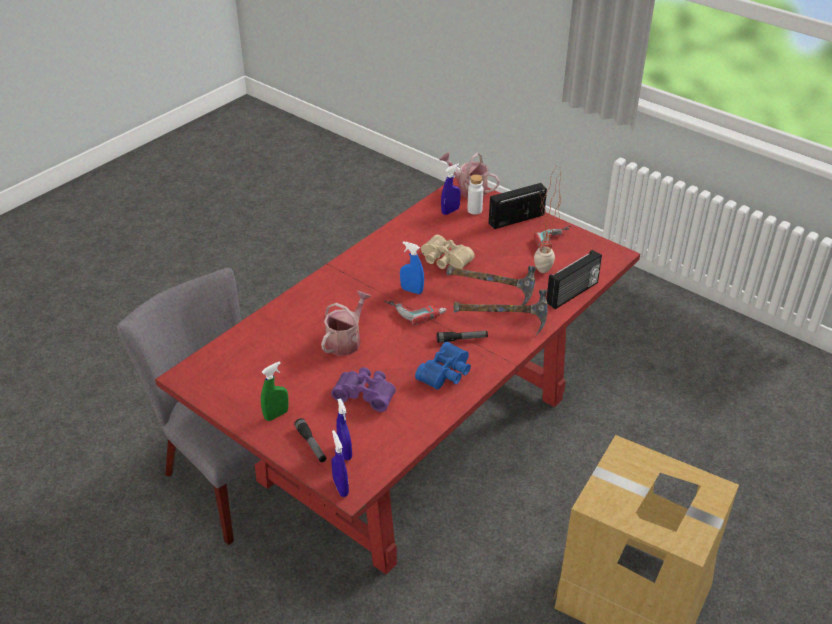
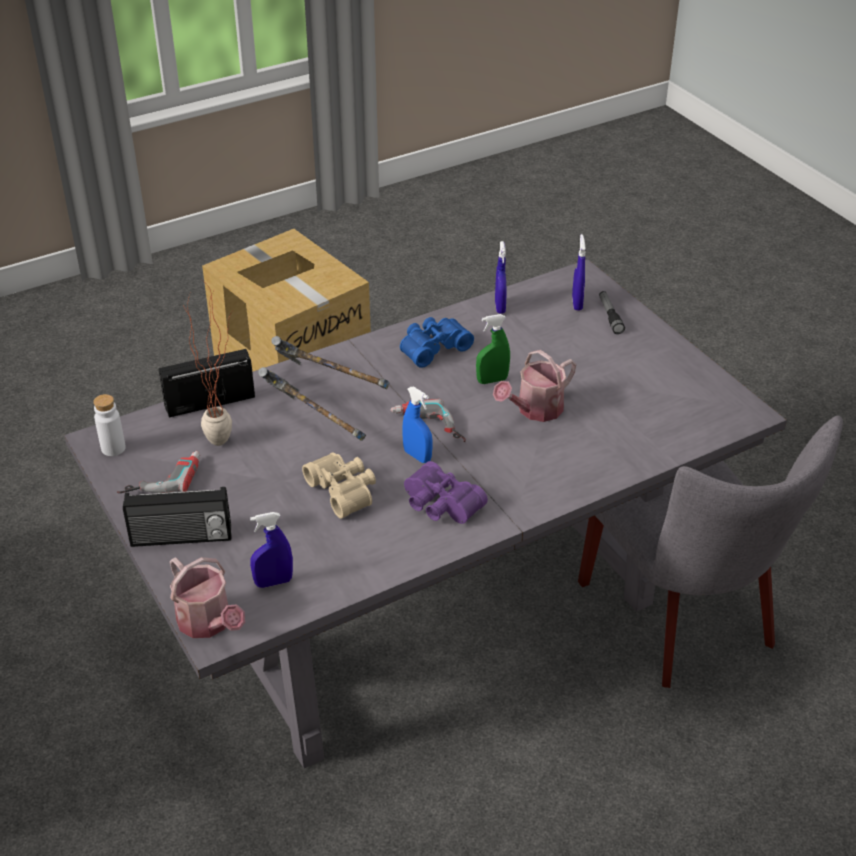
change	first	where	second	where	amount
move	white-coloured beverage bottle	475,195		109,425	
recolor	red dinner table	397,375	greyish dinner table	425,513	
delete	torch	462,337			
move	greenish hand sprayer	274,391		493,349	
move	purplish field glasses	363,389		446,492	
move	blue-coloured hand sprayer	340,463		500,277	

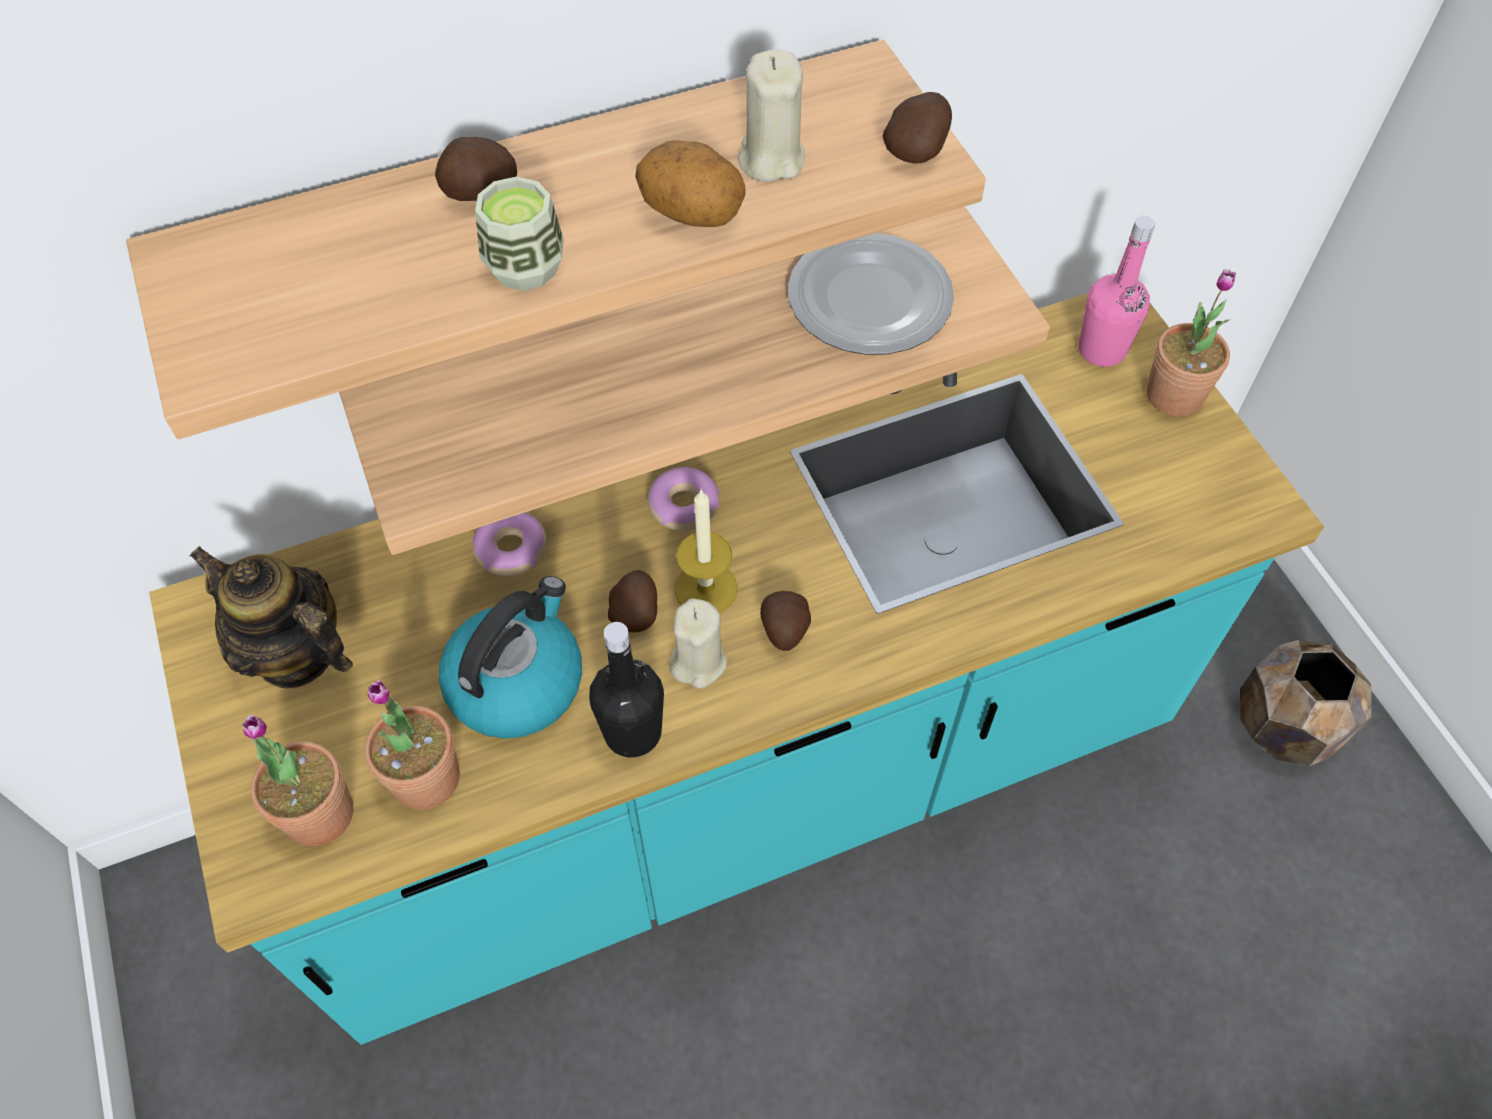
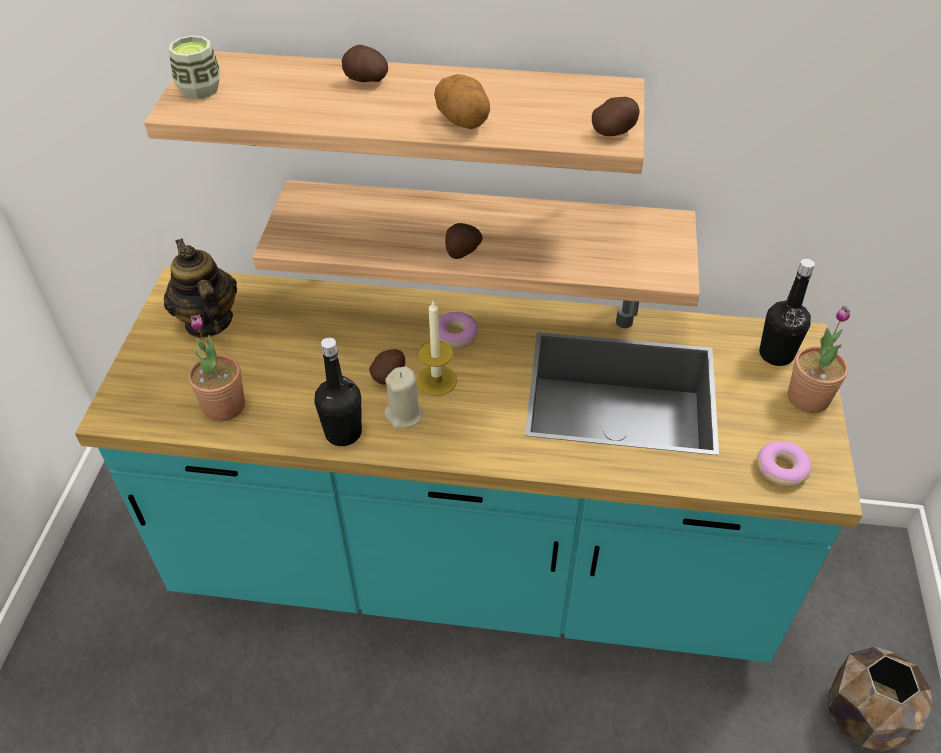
change	first	where	second	where	amount
delete	beige-coloured wax light	771,115			
move	drinking cup	519,234		195,67	
recolor	pinkish beverage bottle	1116,291	black-coloured beverage bottle	787,312	
delete	dinner plate	871,294			
move	ring doughnut	509,544		784,464	
delete	kettle	510,657			
move	potato	785,621		464,241	
delete	plant in a pot	297,780			

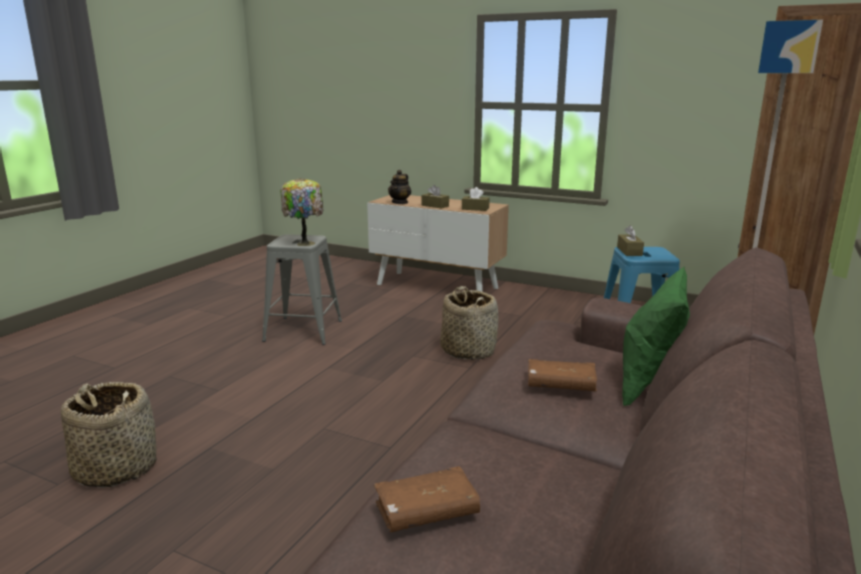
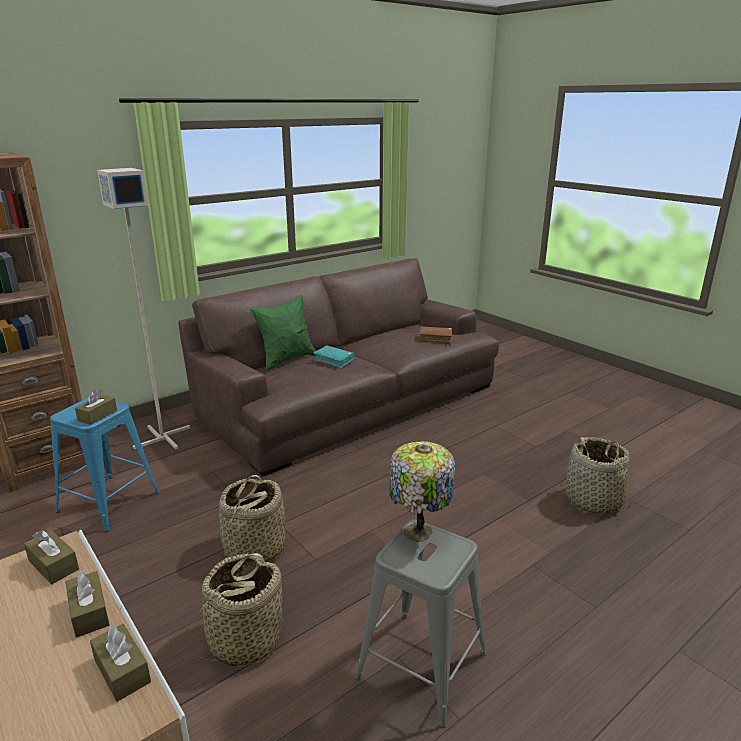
change	first	where	second	where	amount
replace	teapot	399,187	brown box of tissues	120,663	
recolor	brown bound book	562,375	blue-green bound book	334,357	
insert			household basket	236,609	

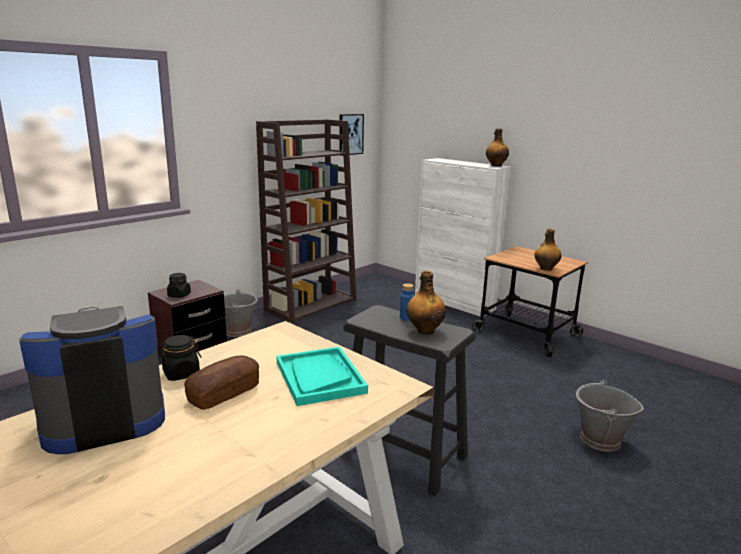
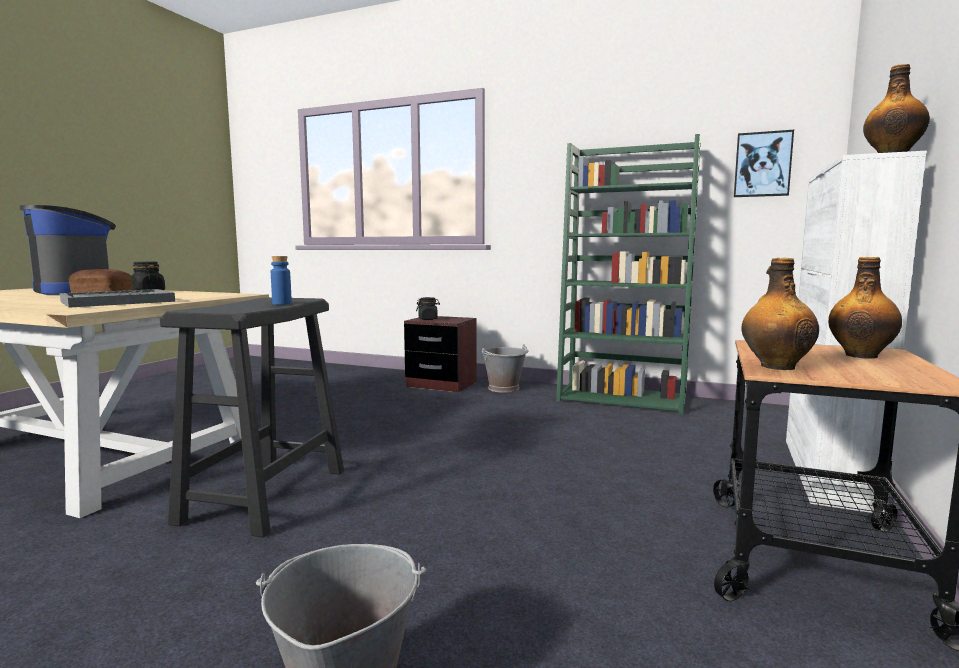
change	first	where	second	where	amount
recolor	brown bookshelf	306,221	greenish bookshelf	628,274	
move	beverage bottle	426,303		865,308	
recolor	blue-green serving tray	322,376	greyish serving tray	117,298	

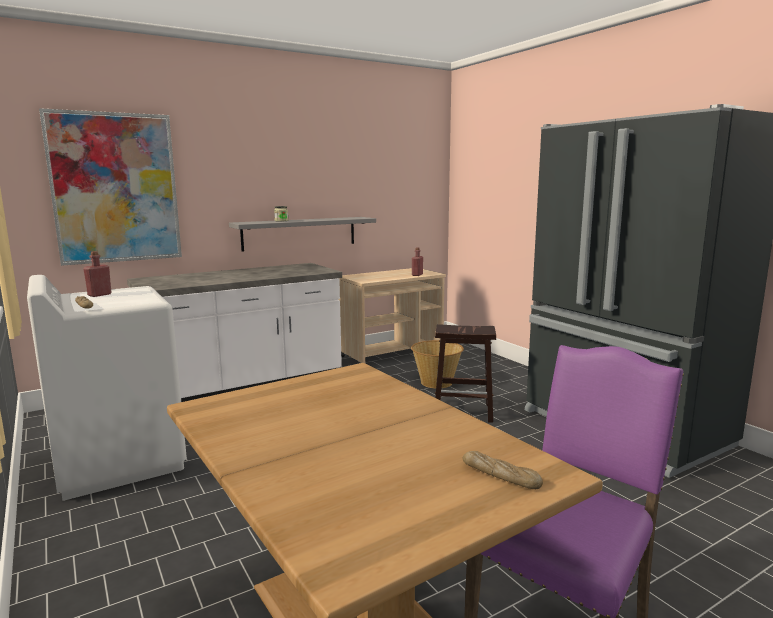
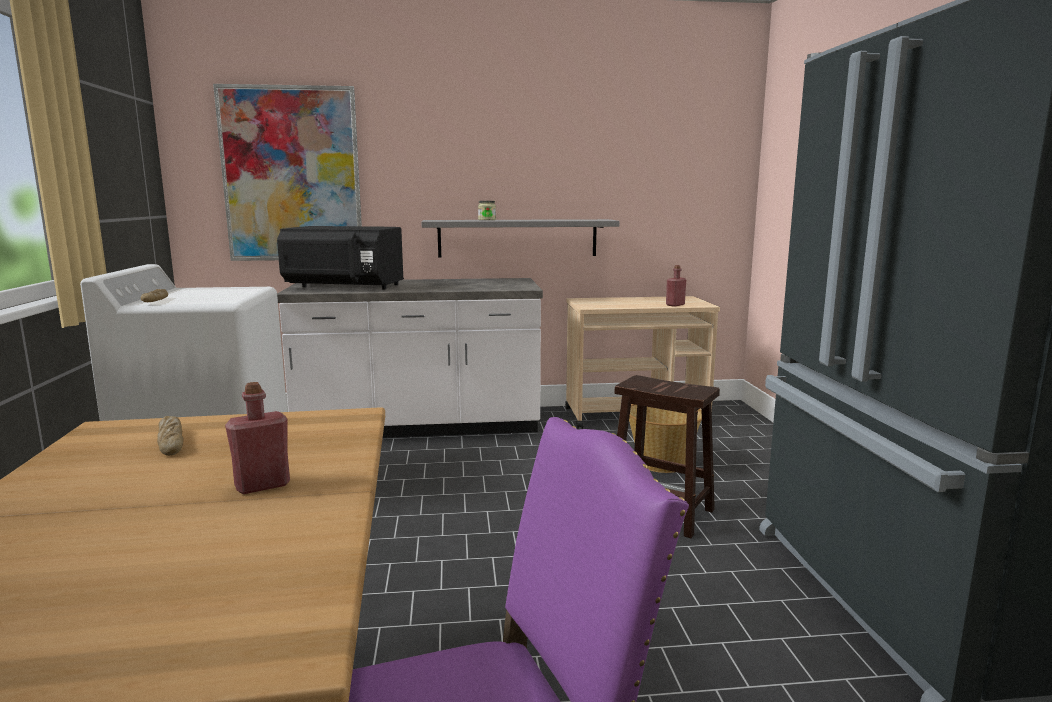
change	first	where	second	where	amount
move	red beverage bottle	97,274		257,438	
move	baked bread	503,470		170,436	
insert			black-coloured microwave	340,257	

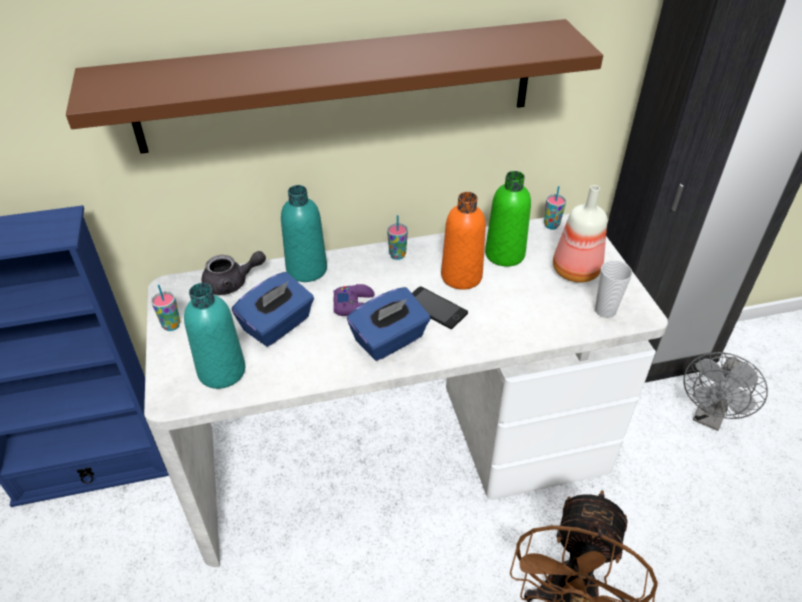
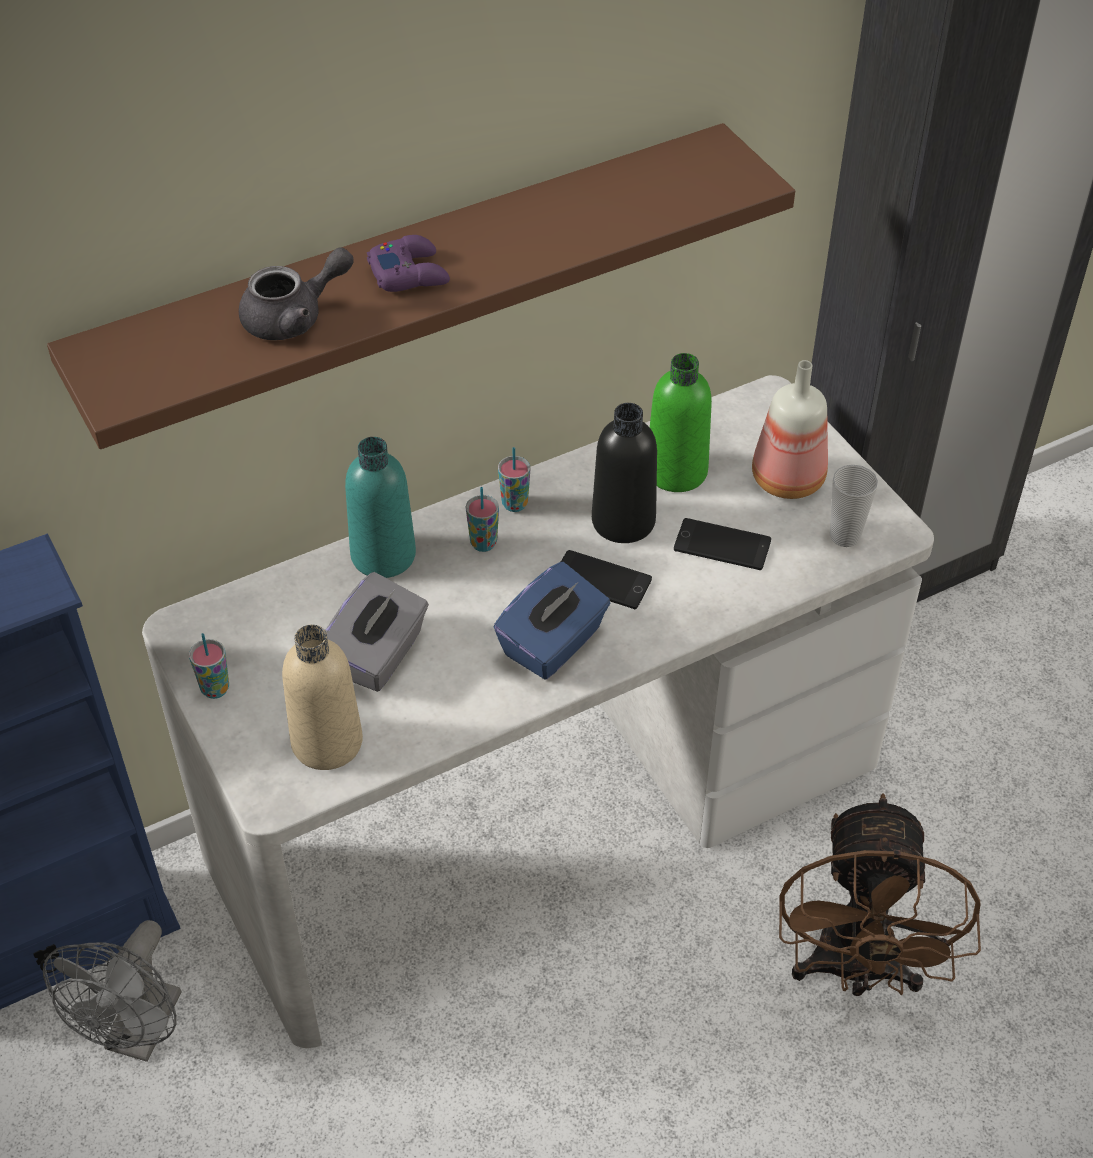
change	first	where	second	where	amount
move	drinking cup	555,208		482,519	
recolor	orangey beverage bottle	463,241	black-coloured beverage bottle	624,473	
move	greyish teapot	234,273		296,294	
recolor	blue-coloured box of tissues	273,309	greyish box of tissues	377,632	
recolor	blue-green beverage bottle	215,336	beige-coloured beverage bottle	322,697	
move	purplish gamepad	354,300		408,263	
move	greyish fan	725,391		112,991	
insert			telephone	722,544	

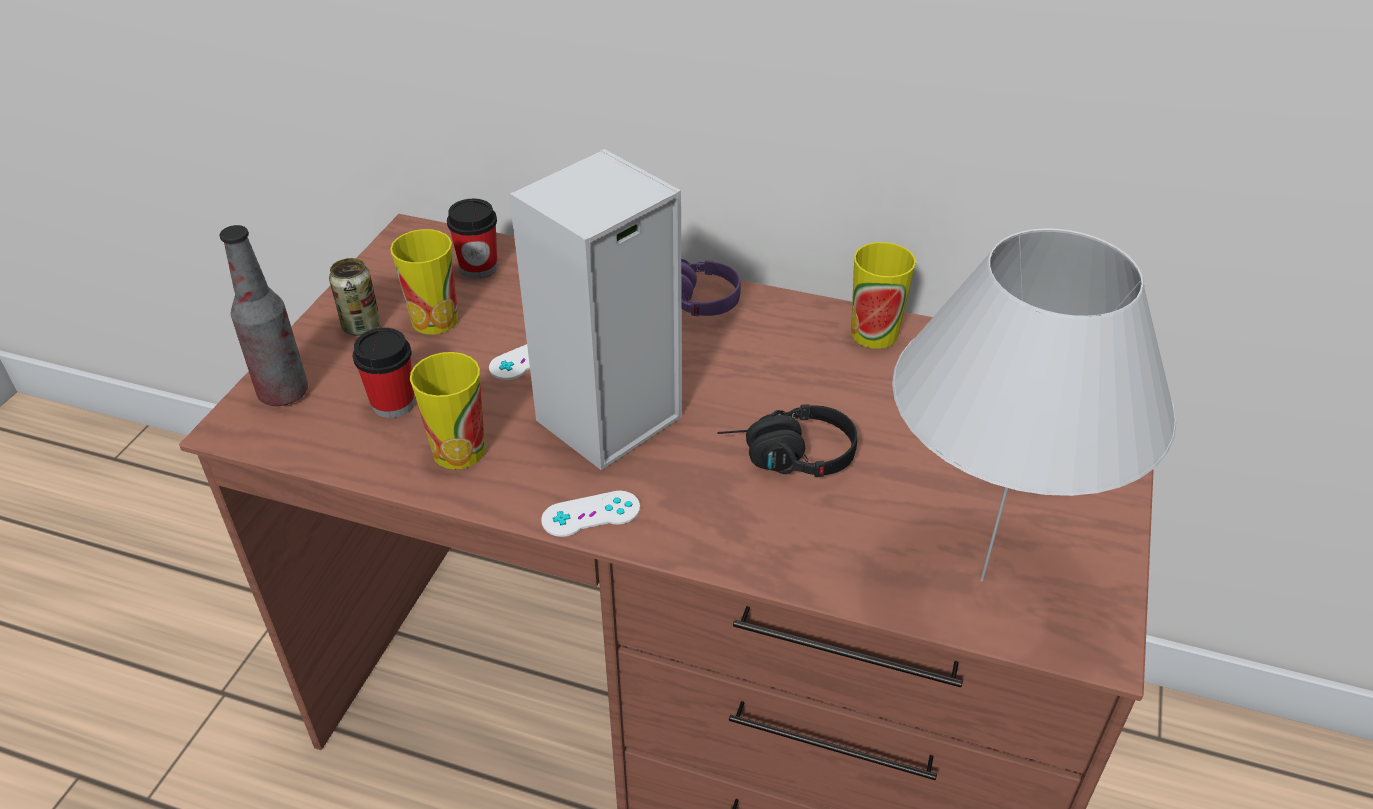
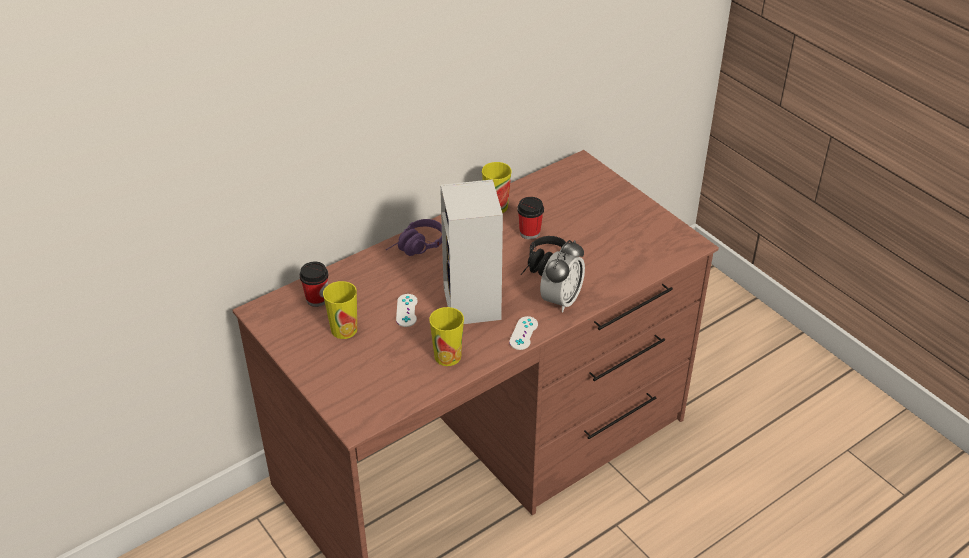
change	first	where	second	where	amount
delete	beverage bottle	264,315			
delete	white-coloured lamp for a table	1034,405			
delete	can	354,296			
move	drinking cup	384,373		530,218	
insert			bedside clock	562,276	

